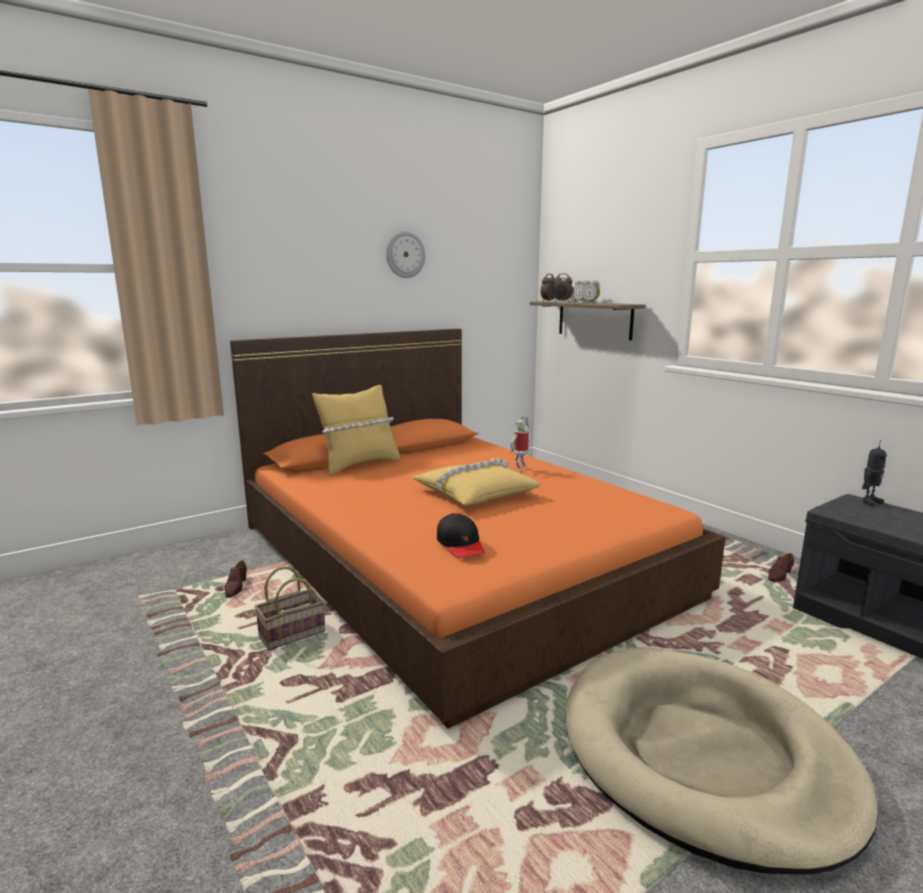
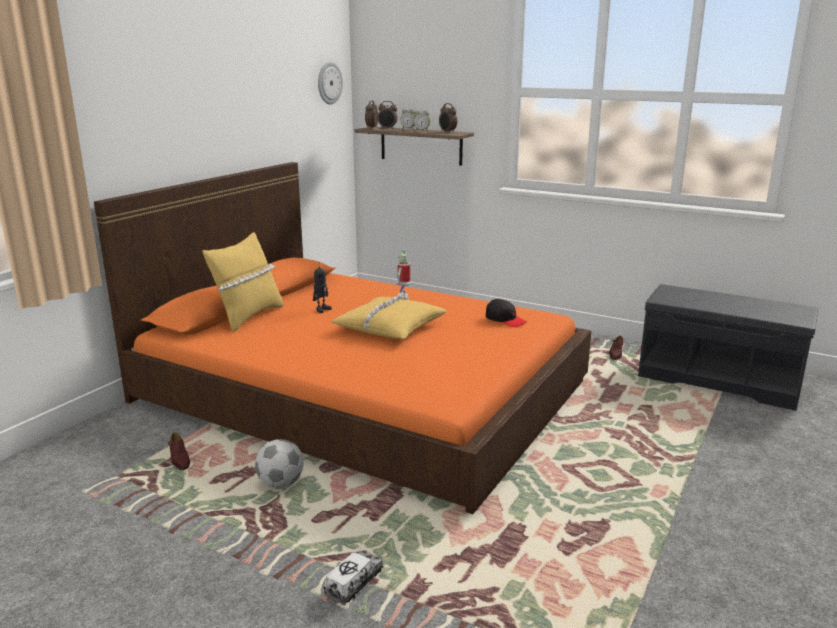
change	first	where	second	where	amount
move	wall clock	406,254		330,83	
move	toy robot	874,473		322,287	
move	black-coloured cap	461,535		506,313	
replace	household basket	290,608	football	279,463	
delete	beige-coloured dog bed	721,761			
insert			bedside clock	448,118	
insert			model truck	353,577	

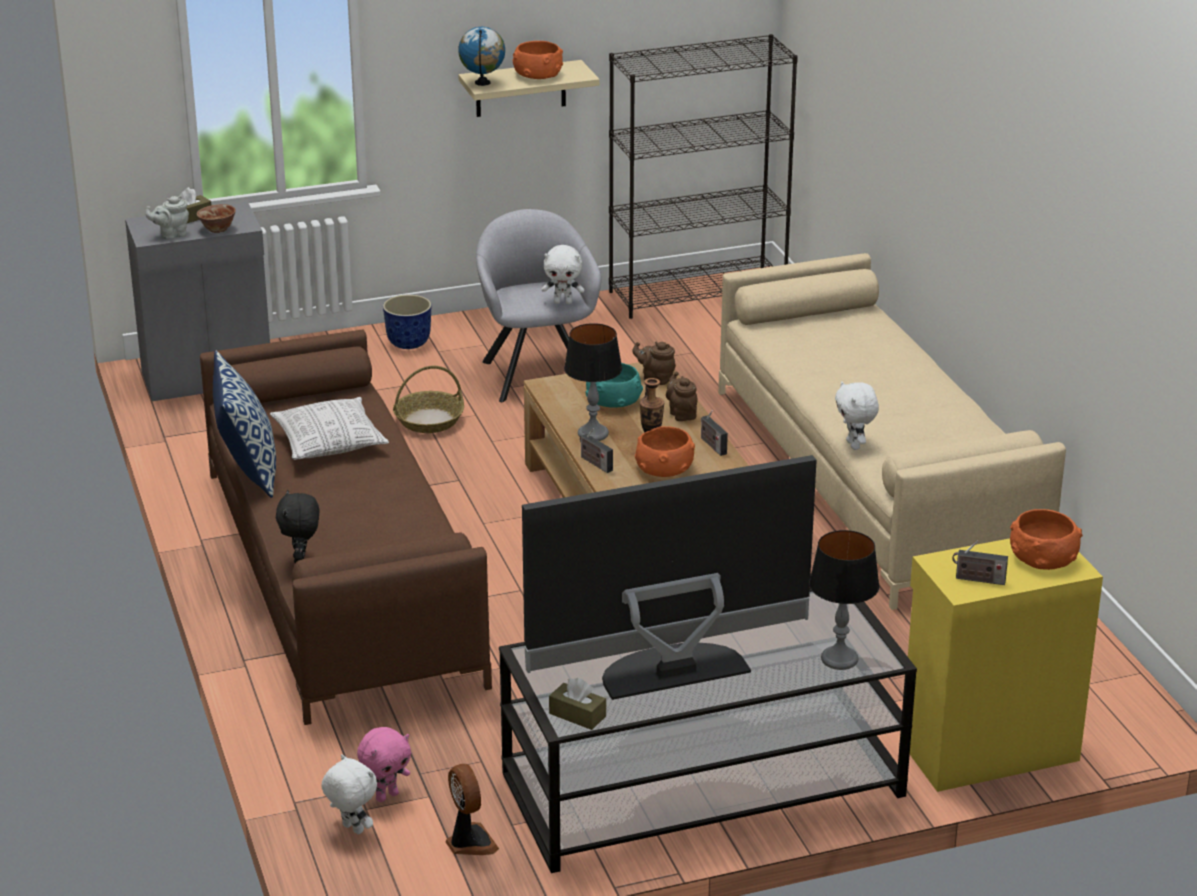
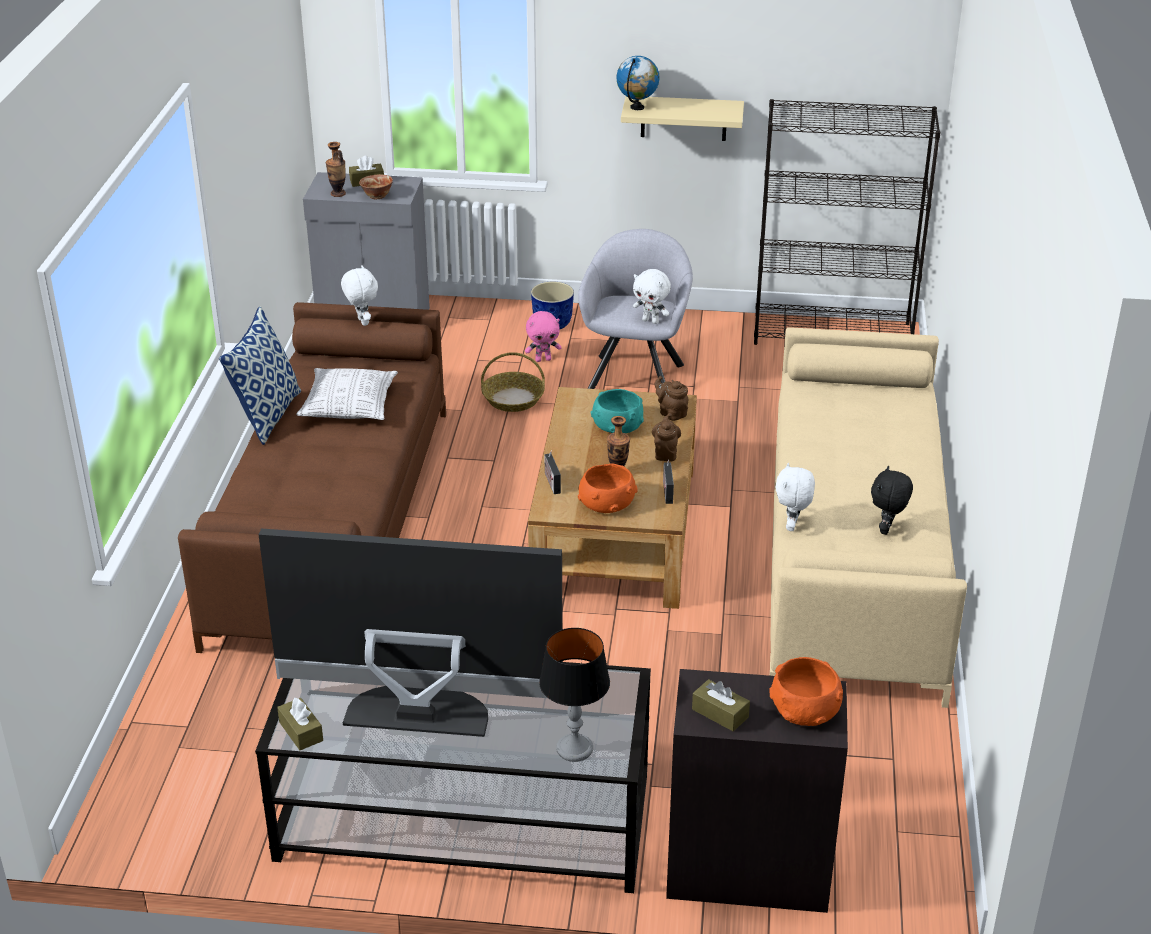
change	first	where	second	where	amount
delete	orangey serving bowl	538,60			
replace	greyish teapot	167,218	vase	336,169	
delete	lamp for a table	593,382			
move	black-coloured cuddly toy	297,526		892,500	
recolor	yellow cupboard	1005,665	black-coloured cupboard	757,791	
replace	radio set	980,562	brown box of tissues	721,705	
move	pinkish cuddly toy	384,764		543,336	
move	white-coloured cuddly toy	349,794		359,295	
delete	fan	472,809			

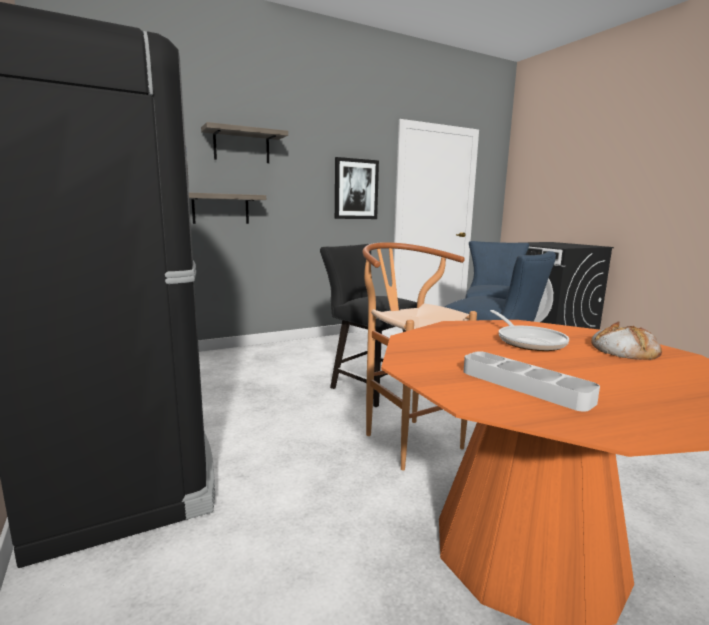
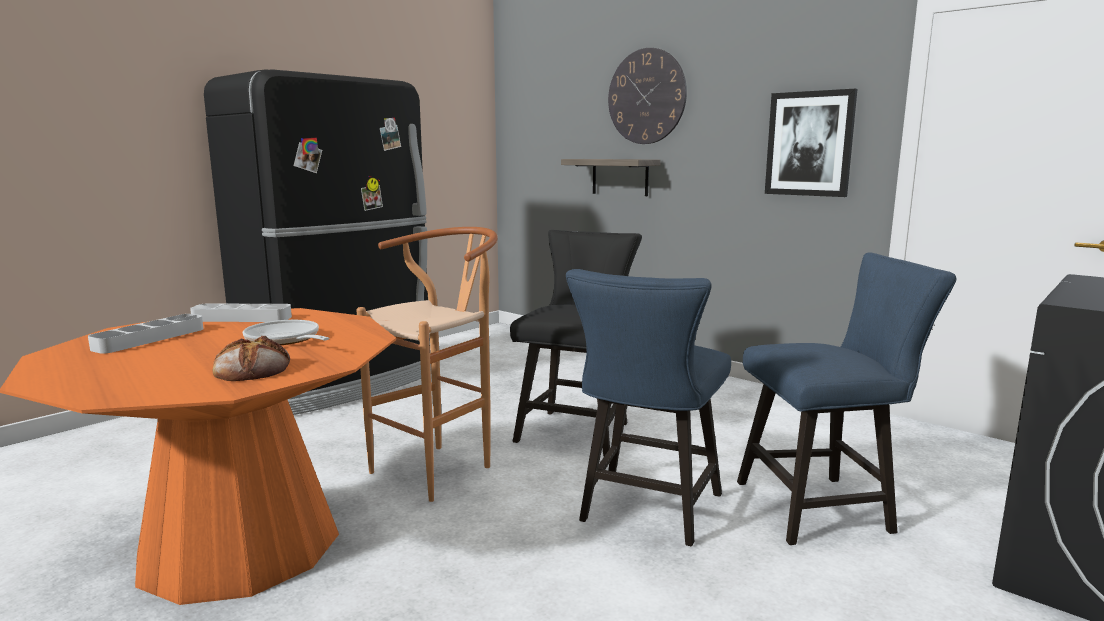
change	first	where	second	where	amount
replace	bracket shelf	244,142	wall clock	647,96	
rotate	skillet	529,330		286,332	75 degrees clockwise
insert			greyish serving tray	241,313	

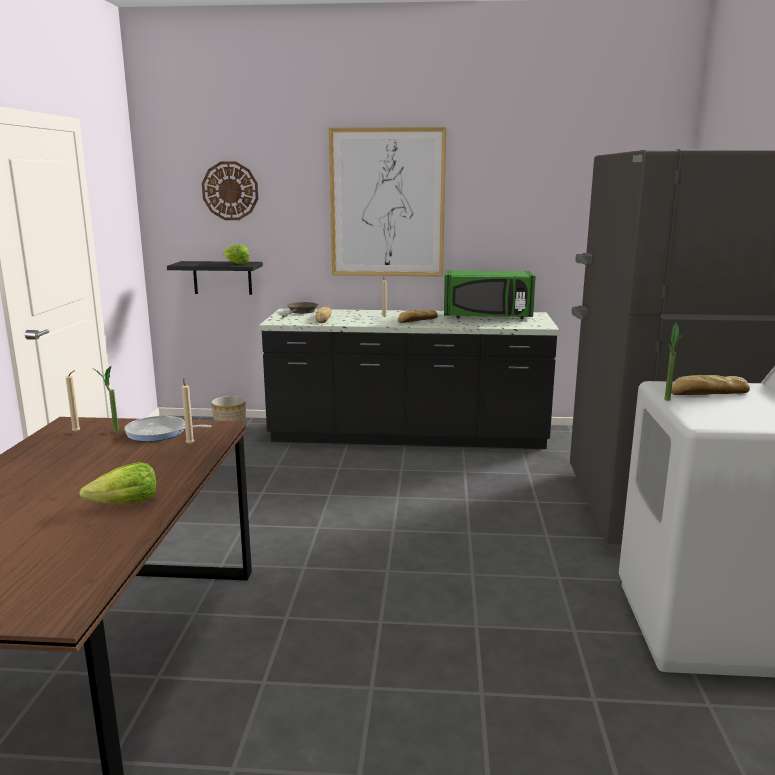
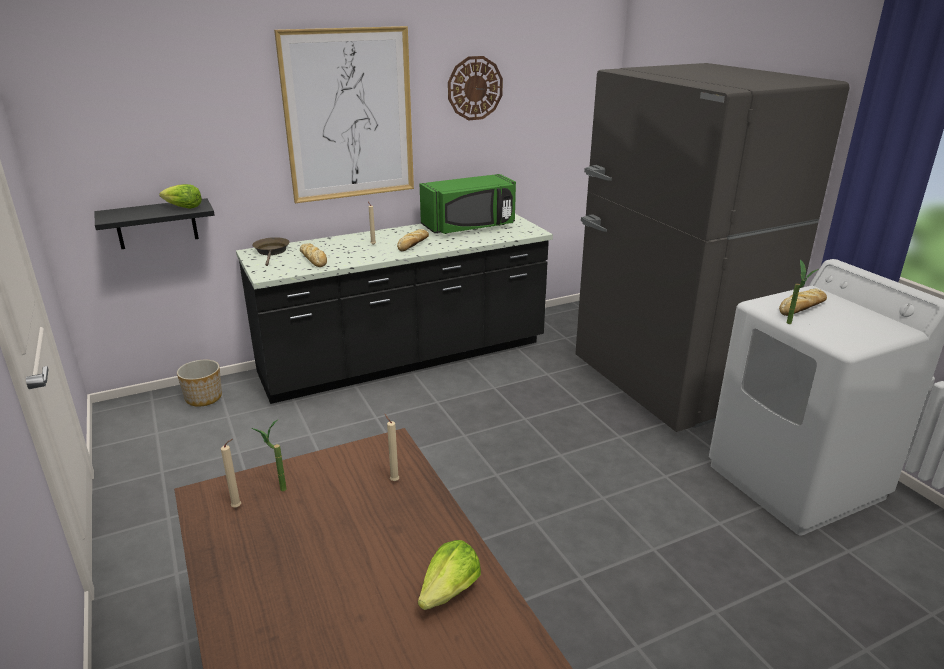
change	first	where	second	where	amount
move	wall clock	230,190		475,88	
delete	skillet	168,429			

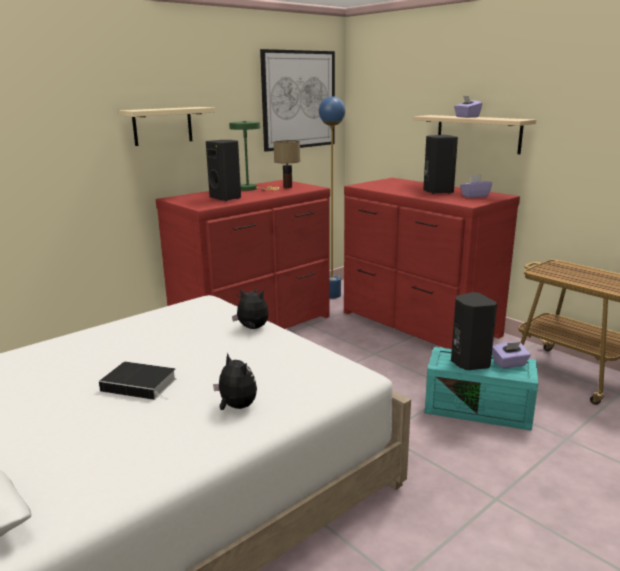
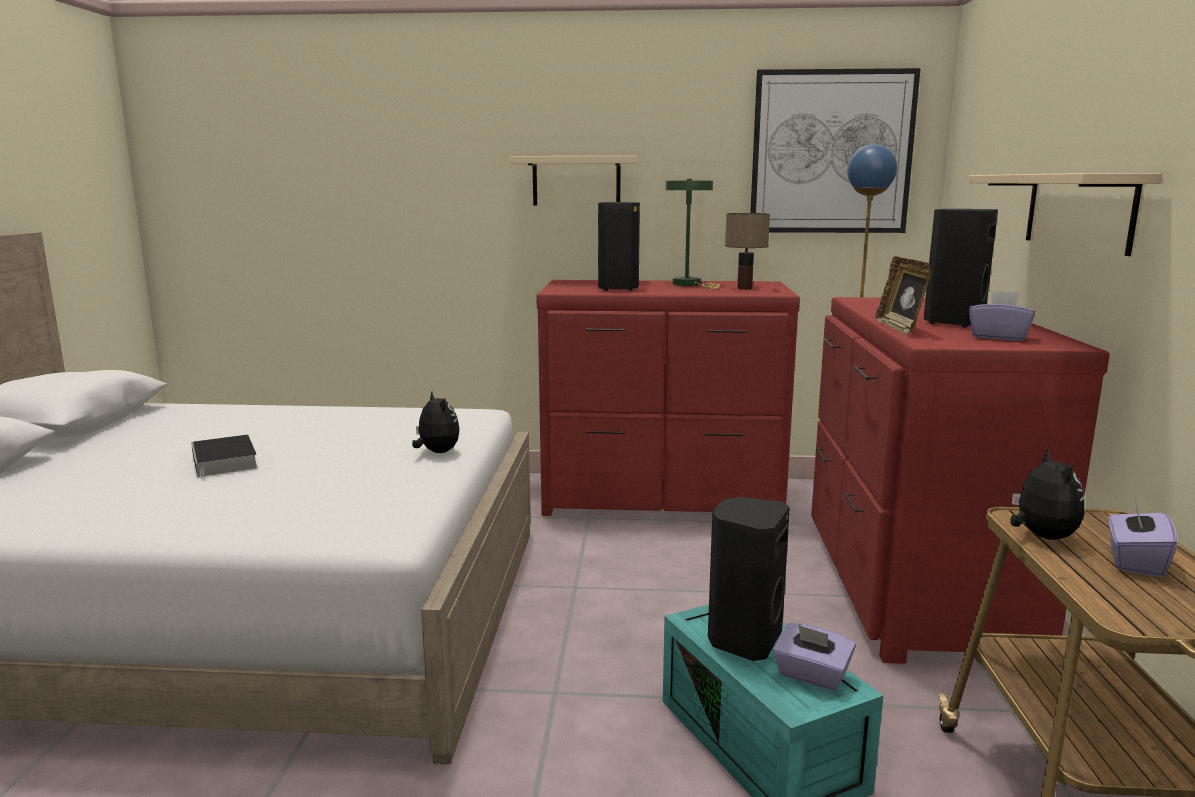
change	first	where	second	where	amount
move	purplish box of tissues	468,107		1142,537	
move	cuddly toy	235,381		1047,494	
insert			standing frame	903,295	

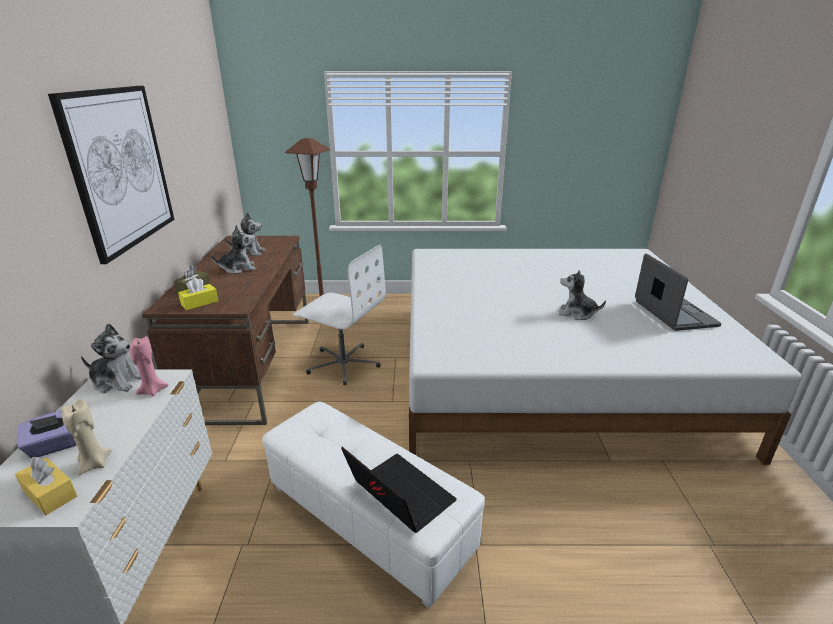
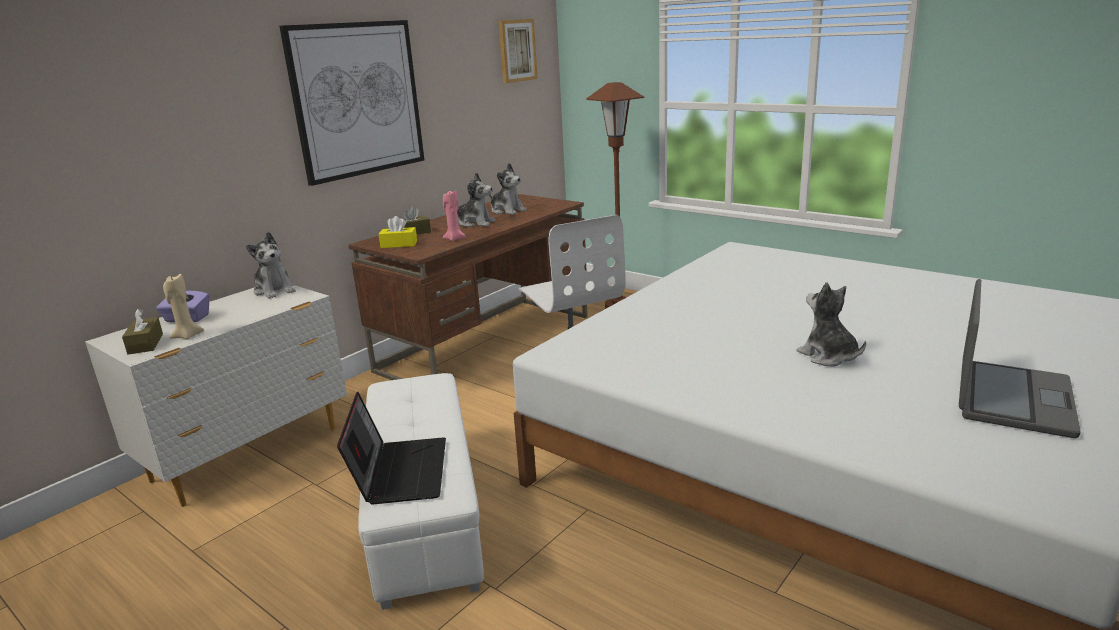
change	first	where	second	where	amount
move	pinkish wax light	149,366		454,215	
recolor	yellow box of tissues	46,486	brown box of tissues	142,331	
insert			picture	518,51	

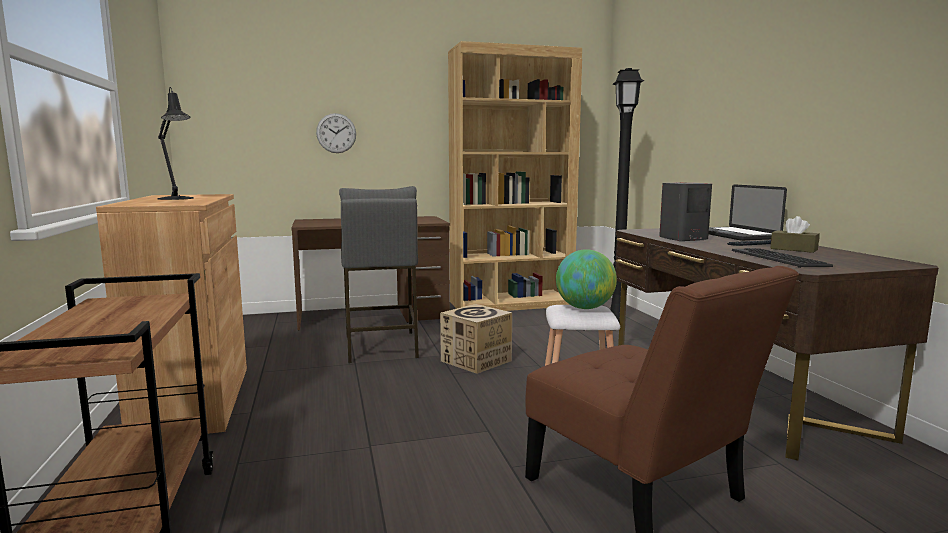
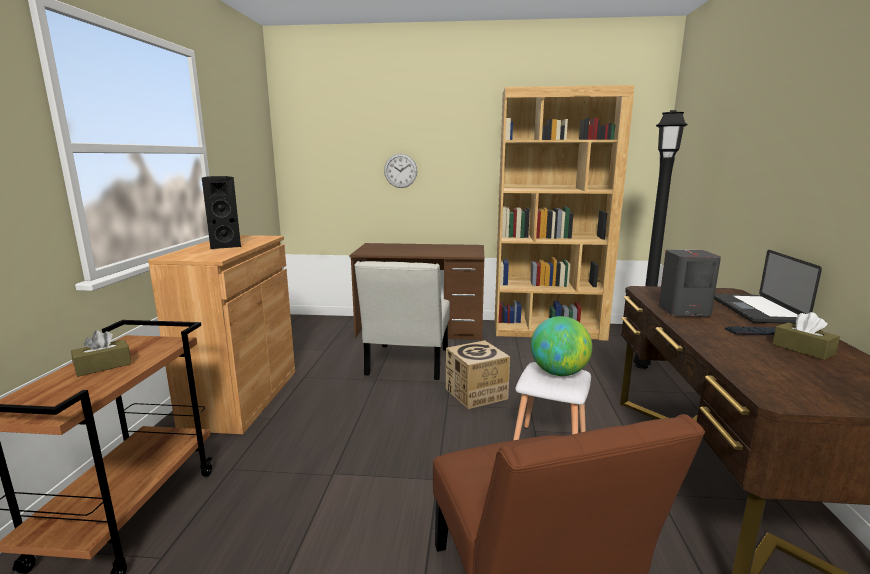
change	first	where	second	where	amount
replace	black-coloured lamp for a table	175,143	black-coloured speaker	221,212	
replace	greyish stool seat	379,274	white-coloured upright chair	402,320	
delete	PC keyboard	782,258			
insert			brown box of tissues	101,353	

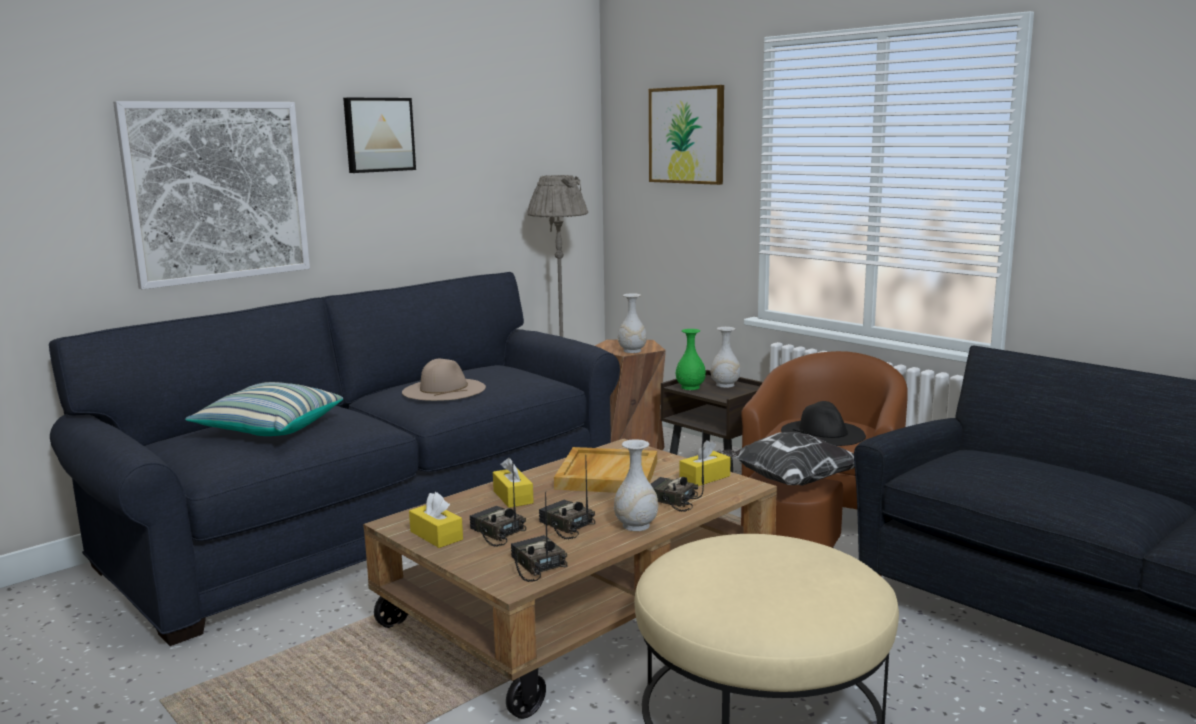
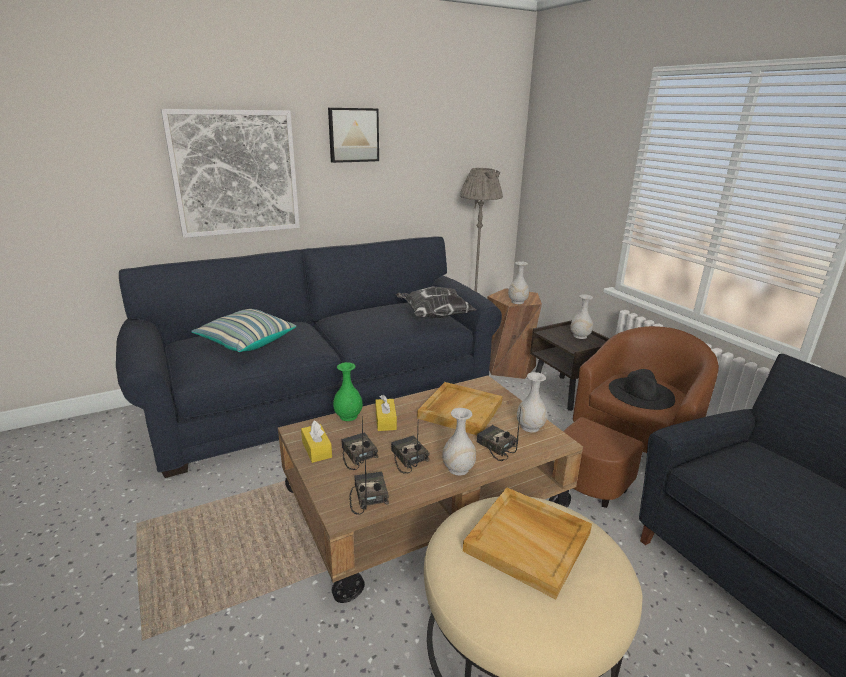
change	first	where	second	where	amount
delete	picture	686,135			
move	greenish vase	691,359		348,391	
delete	beige-coloured clothing hat	444,380			
move	pillow	786,459		436,303	
replace	yellow box of tissues	705,463	white-coloured vase	532,402	
insert			beige-coloured serving tray	527,543	

